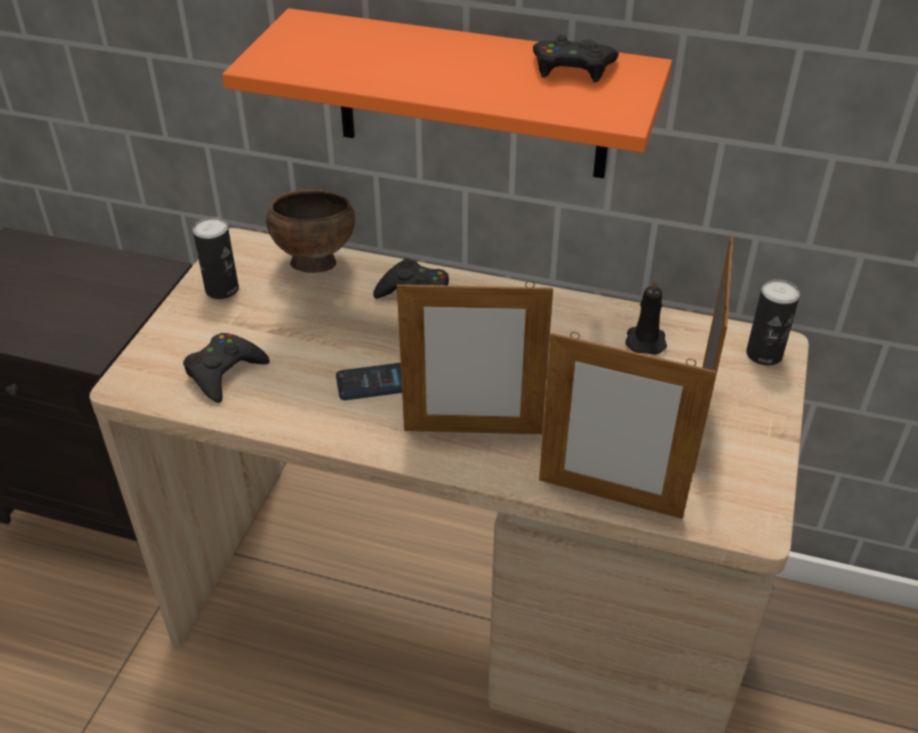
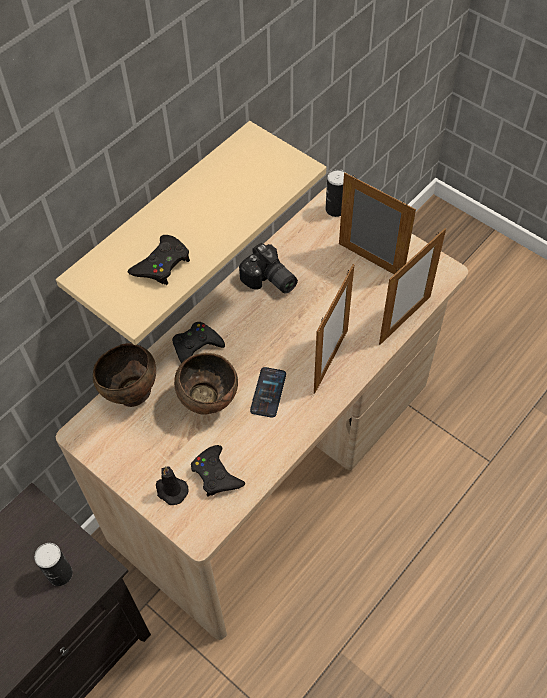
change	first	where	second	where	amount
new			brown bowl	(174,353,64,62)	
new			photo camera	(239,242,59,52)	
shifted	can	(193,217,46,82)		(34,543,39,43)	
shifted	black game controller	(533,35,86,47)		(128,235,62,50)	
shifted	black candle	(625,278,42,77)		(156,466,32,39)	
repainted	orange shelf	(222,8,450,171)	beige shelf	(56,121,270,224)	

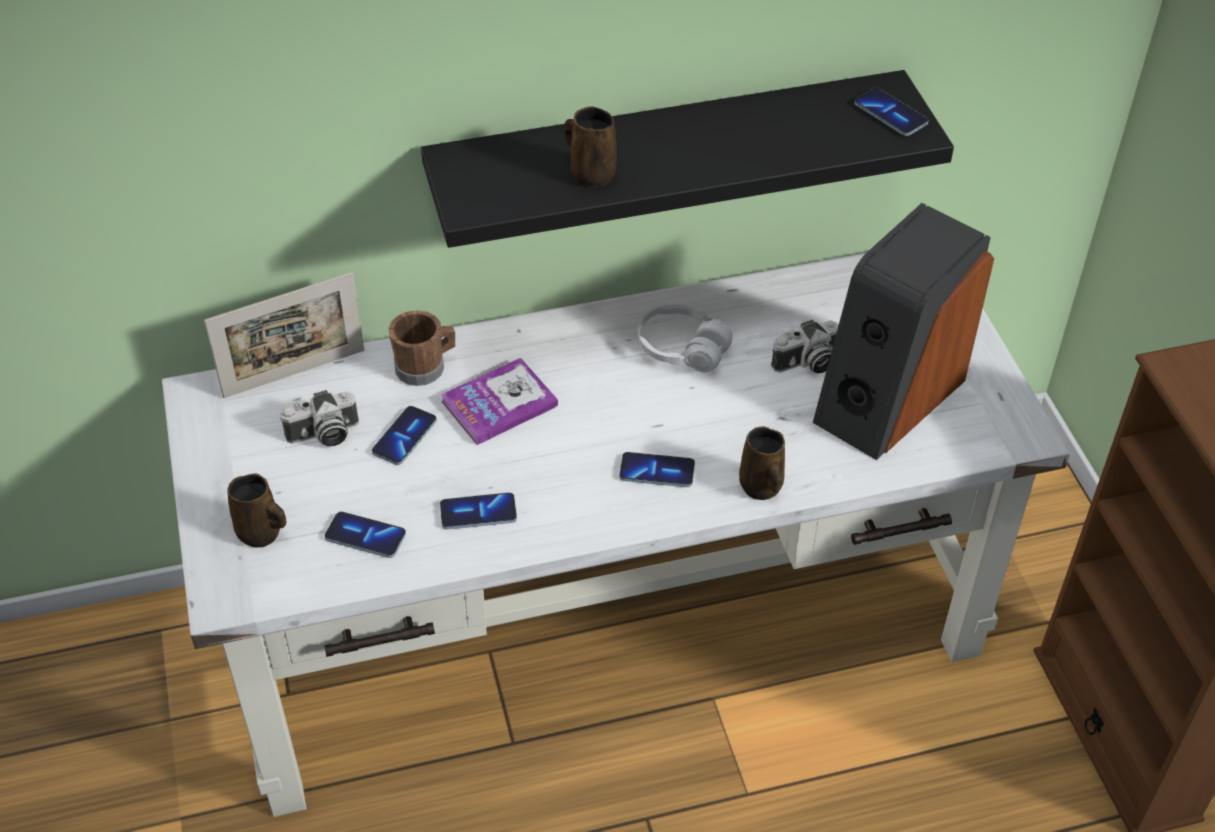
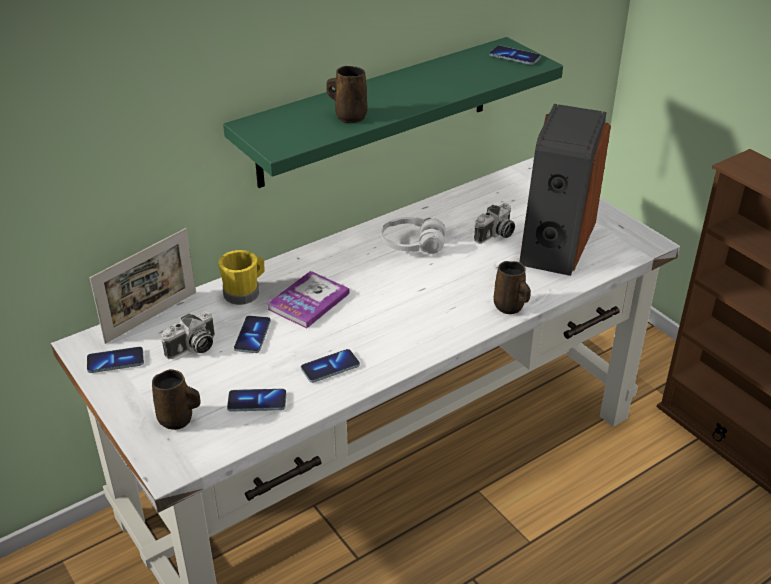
change	first	where	second	where	amount
shifted	phone	(619,452,76,35)		(87,347,57,26)	
repainted	brown mug	(389,311,66,75)	yellow mug	(219,250,46,55)	
repainted	black shelf	(421,70,533,178)	green shelf	(223,37,340,151)	

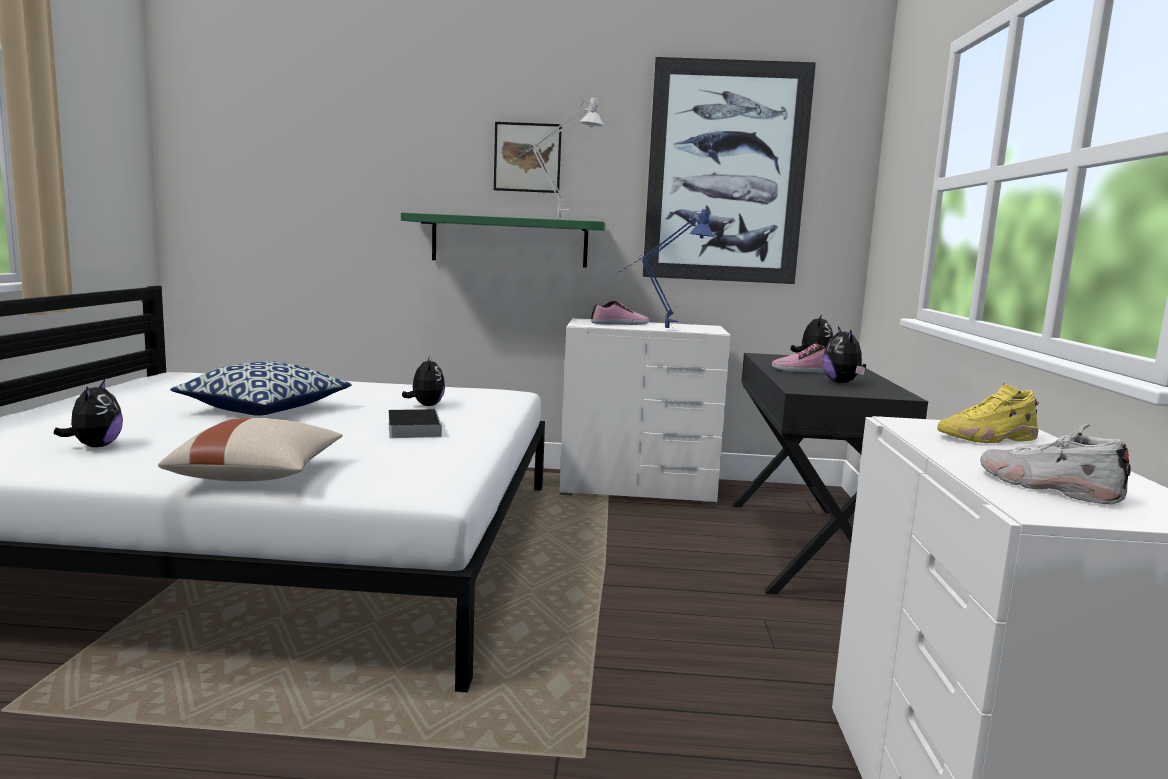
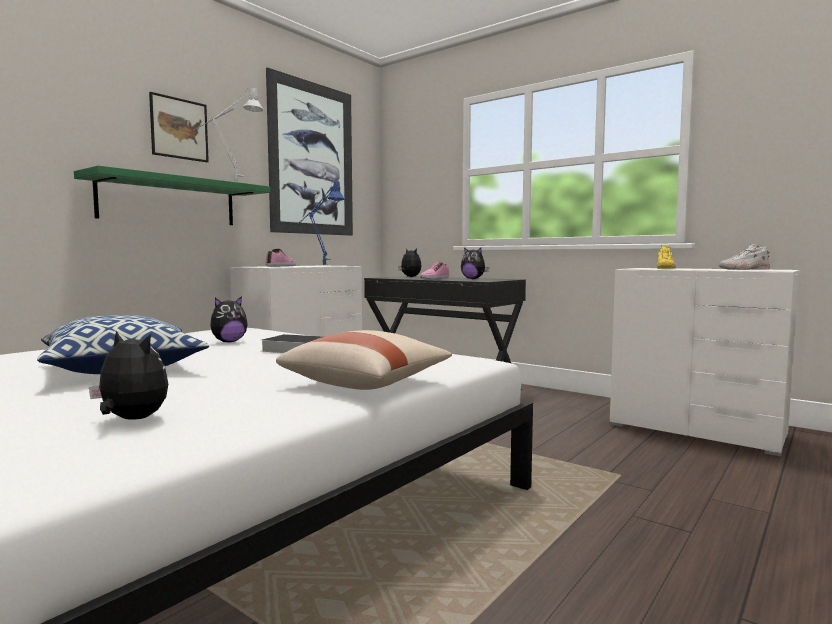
change	first	where	second	where	amount
rotated	plush toy	(402,356,43,50)		(210,296,38,46)	120 degrees clockwise

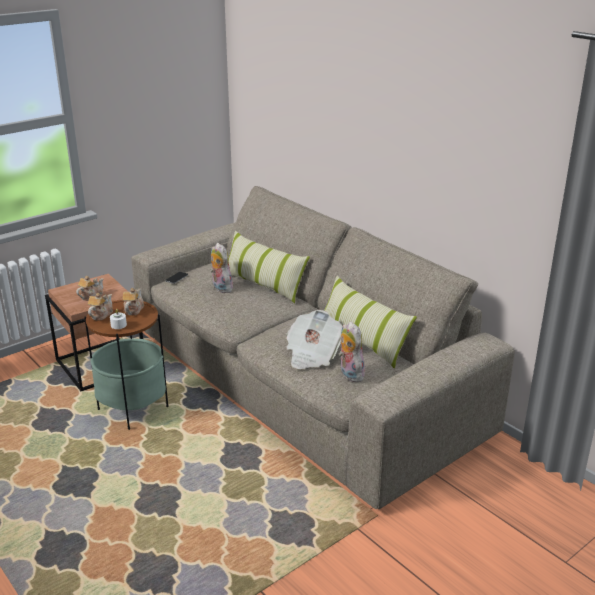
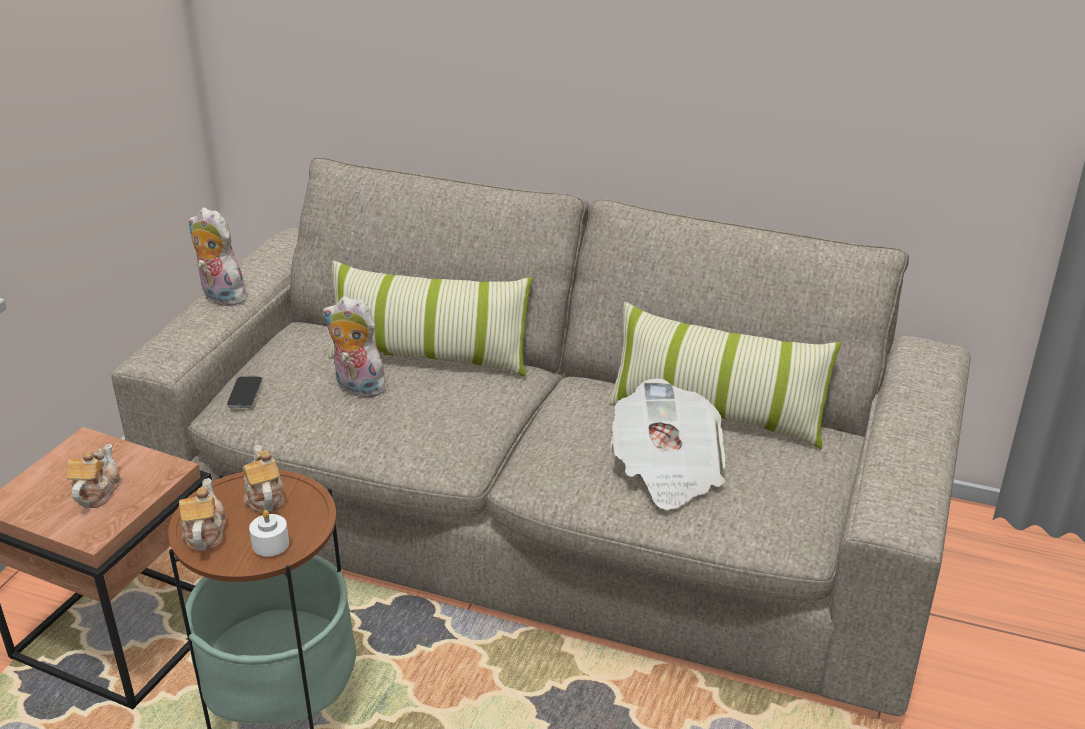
change	first	where	second	where	amount
shifted	plush toy	(339,321,26,61)		(189,207,57,99)	

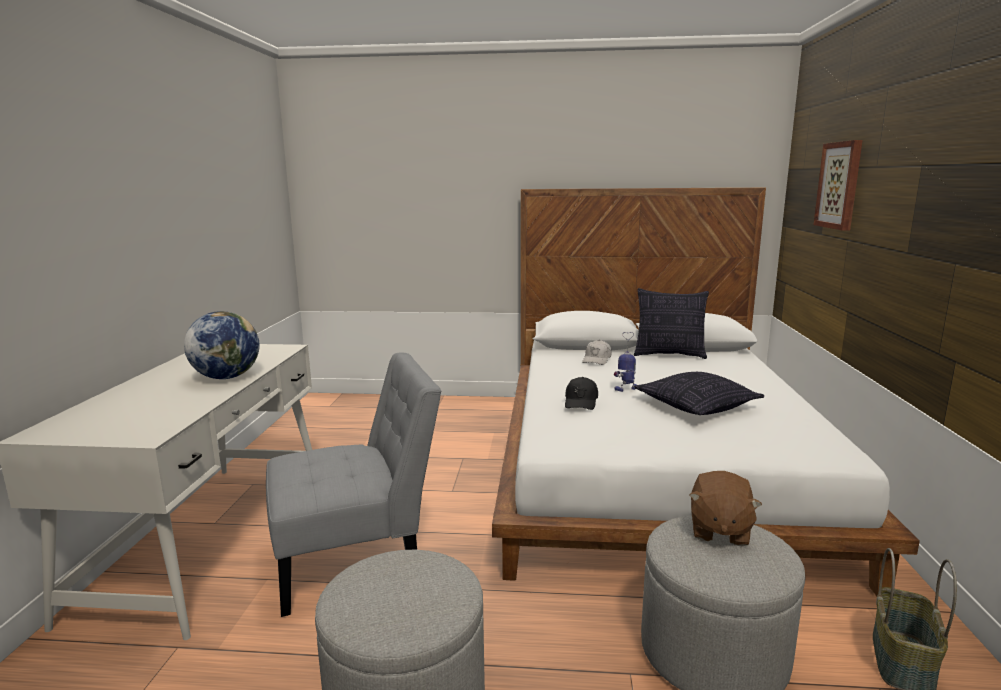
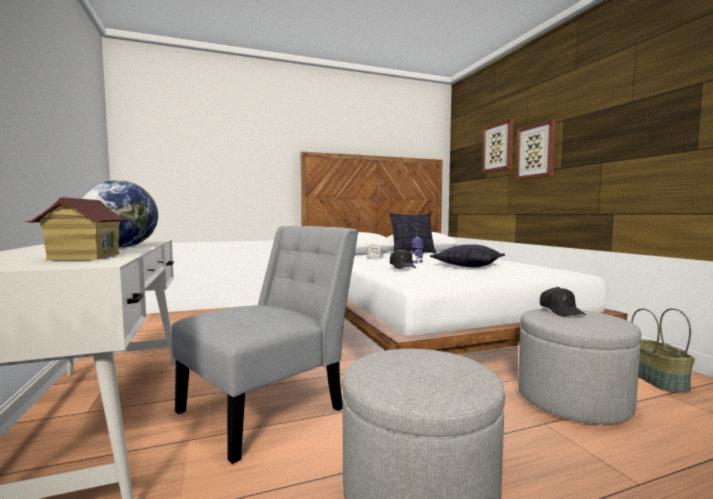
change	first	where	second	where	amount
new			toy house	(25,197,104,63)	
new			picture	(515,119,41,61)	
swapped	brown plush toy	(689,471,73,75)	black cap	(540,287,46,29)	

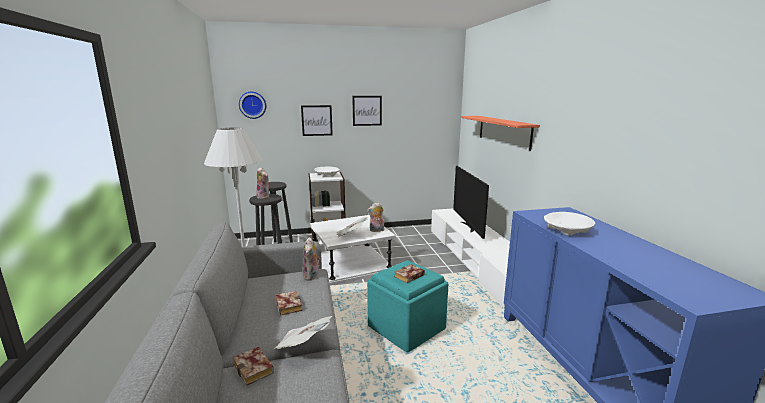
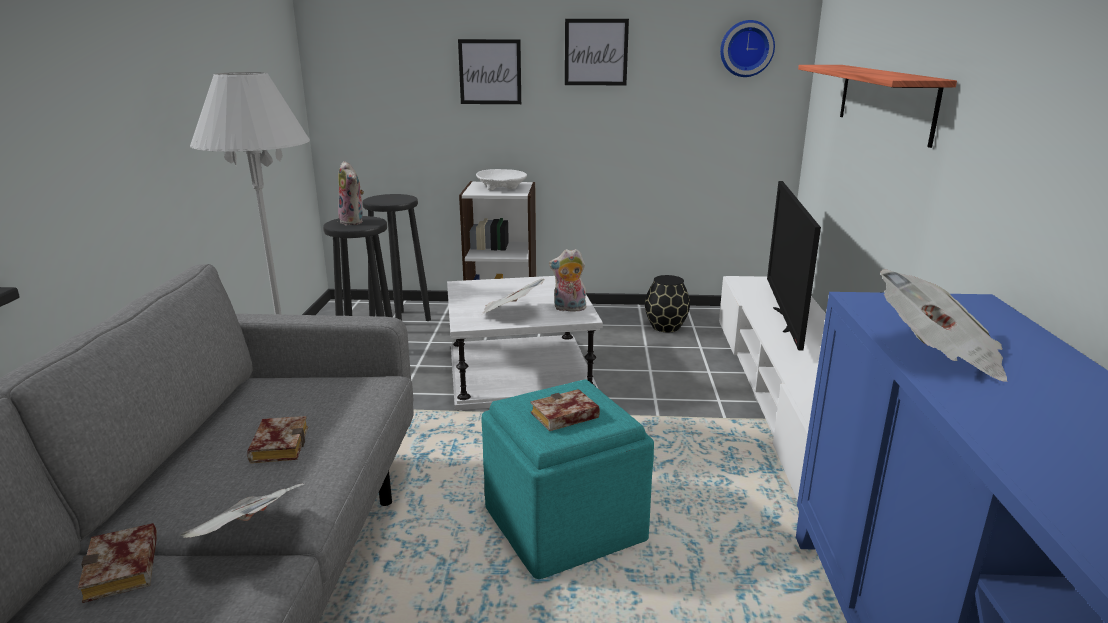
change	first	where	second	where	amount
gone	plush toy	(302,237,18,44)			
new			black vase	(645,275,45,57)	
shifted	wall clock	(239,92,27,27)		(720,20,55,57)	
swapped	white bowl	(544,212,51,23)	newspaper	(880,269,128,113)	

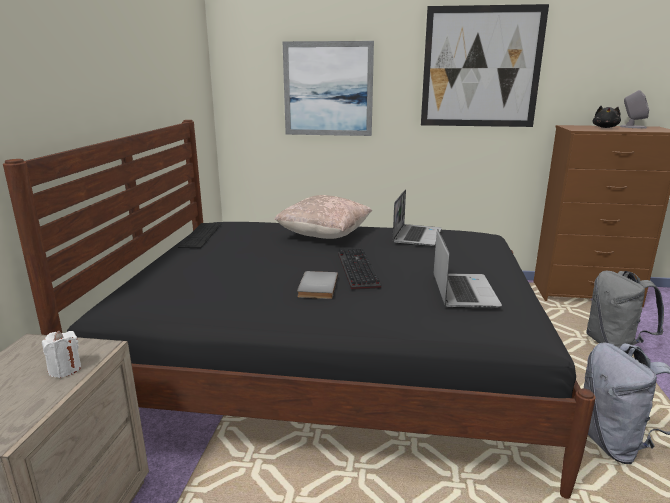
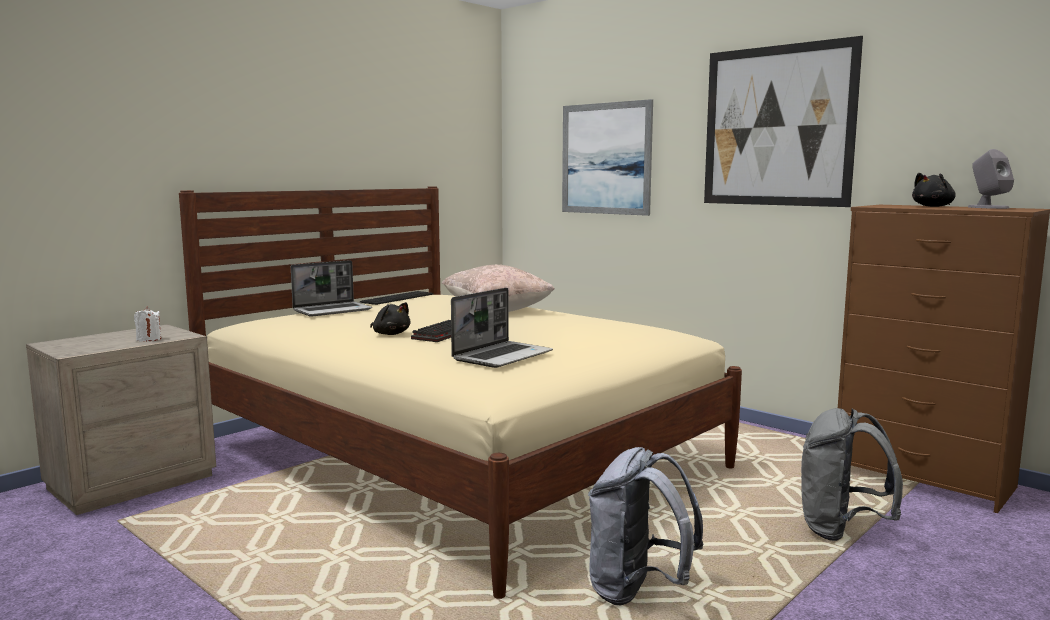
change	first	where	second	where	amount
shifted	laptop	(393,189,49,58)		(291,260,81,57)	
swapped	grey book	(297,271,41,28)	black plush toy	(370,302,41,33)	
repainted	black bed	(3,120,593,379)	beige bed	(179,186,563,413)	

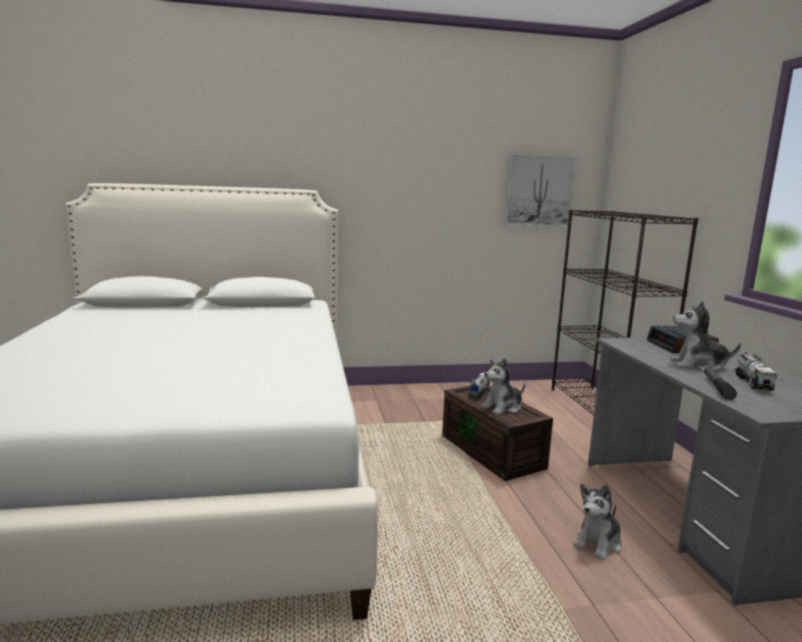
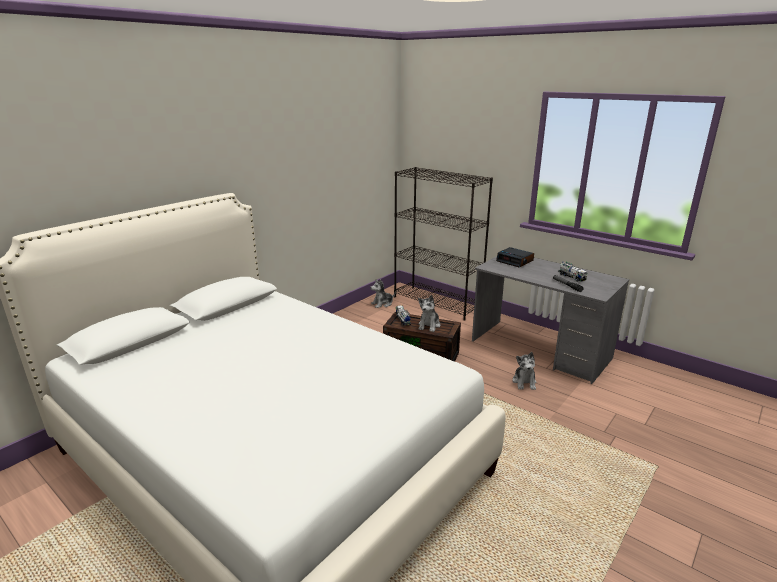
change	first	where	second	where	amount
gone	picture	(504,154,73,73)			
shifted	plush toy	(670,301,71,71)		(370,279,26,29)	

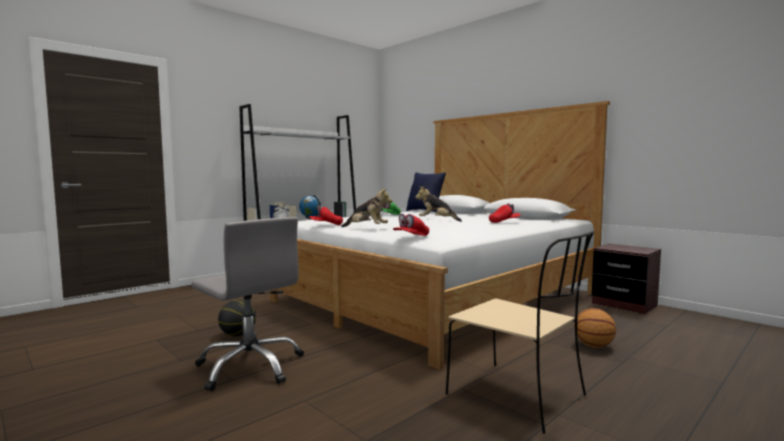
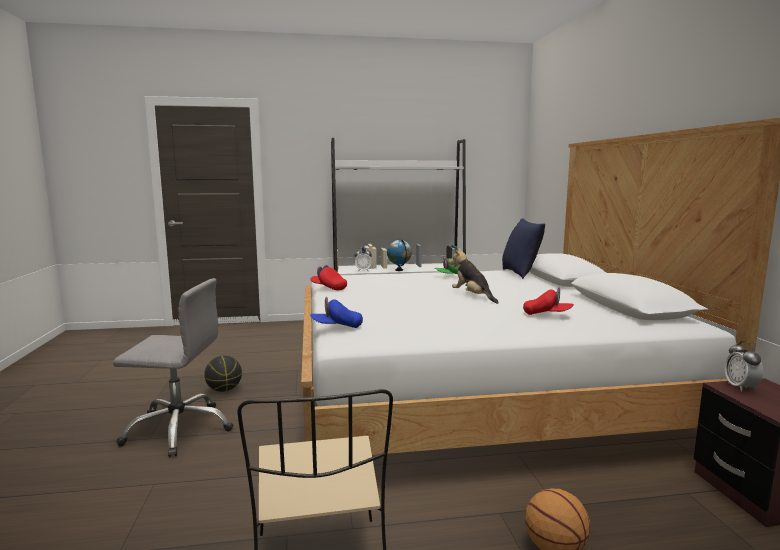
change	first	where	second	where	amount
gone	plush toy	(341,187,51,40)			
new			alarm clock	(725,341,38,50)	
repainted	red cap	(393,214,36,22)	blue cap	(310,297,53,31)	
rotated	grey office chair	(192,217,112,174)		(113,278,121,179)	75 degrees counterclockwise

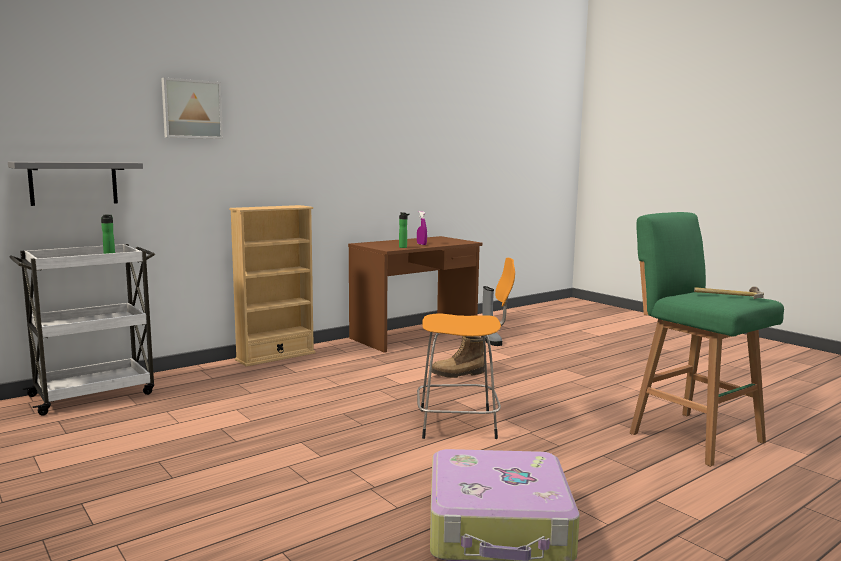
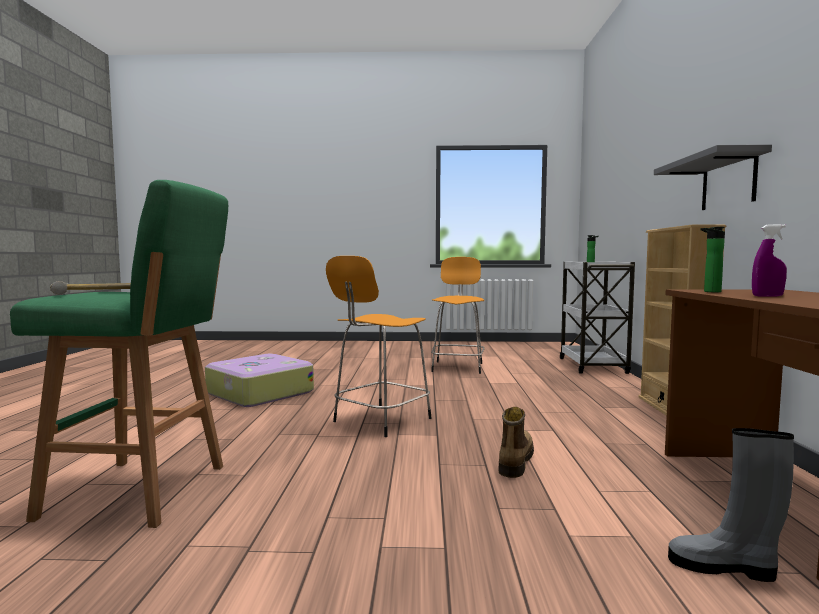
change	first	where	second	where	amount
gone	picture	(161,78,62,61)			
new			orange stool	(431,257,54,117)	
shifted	grey shelf	(8,162,135,44)		(654,144,118,66)	

